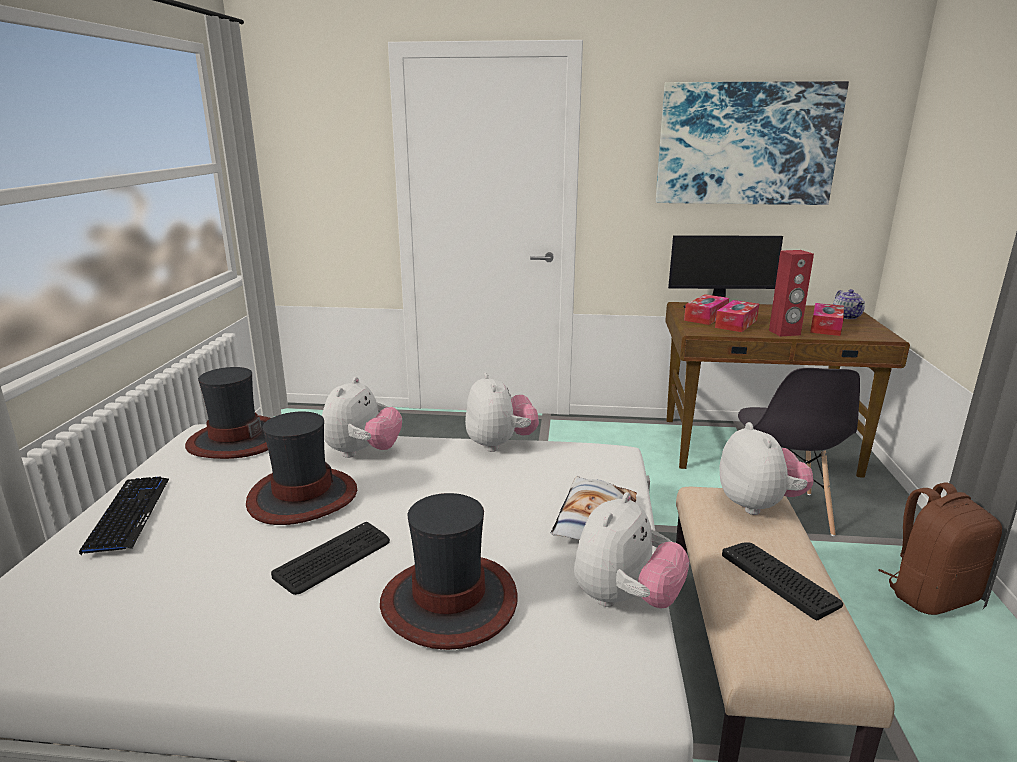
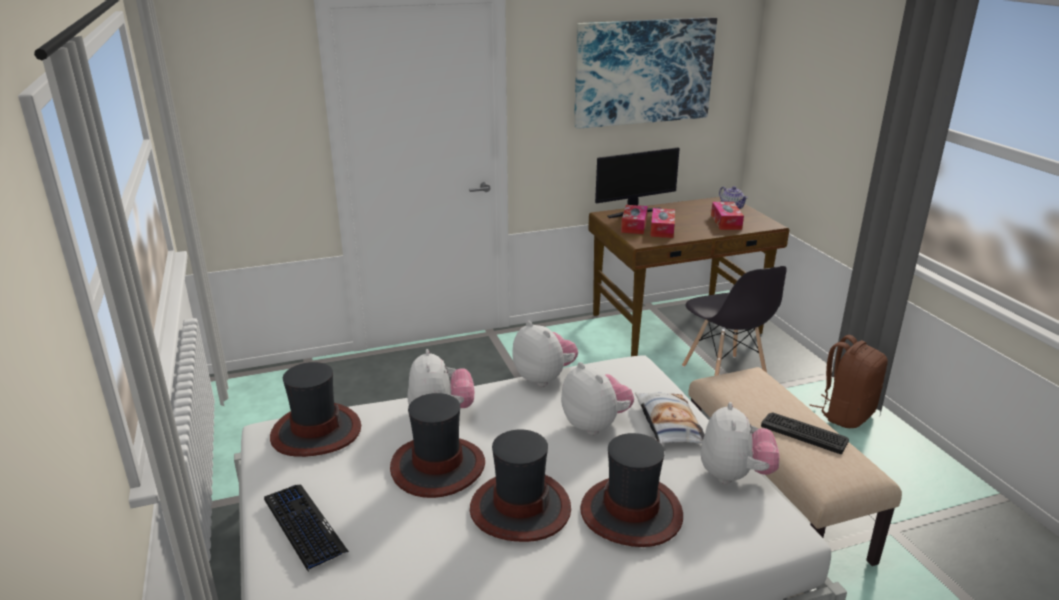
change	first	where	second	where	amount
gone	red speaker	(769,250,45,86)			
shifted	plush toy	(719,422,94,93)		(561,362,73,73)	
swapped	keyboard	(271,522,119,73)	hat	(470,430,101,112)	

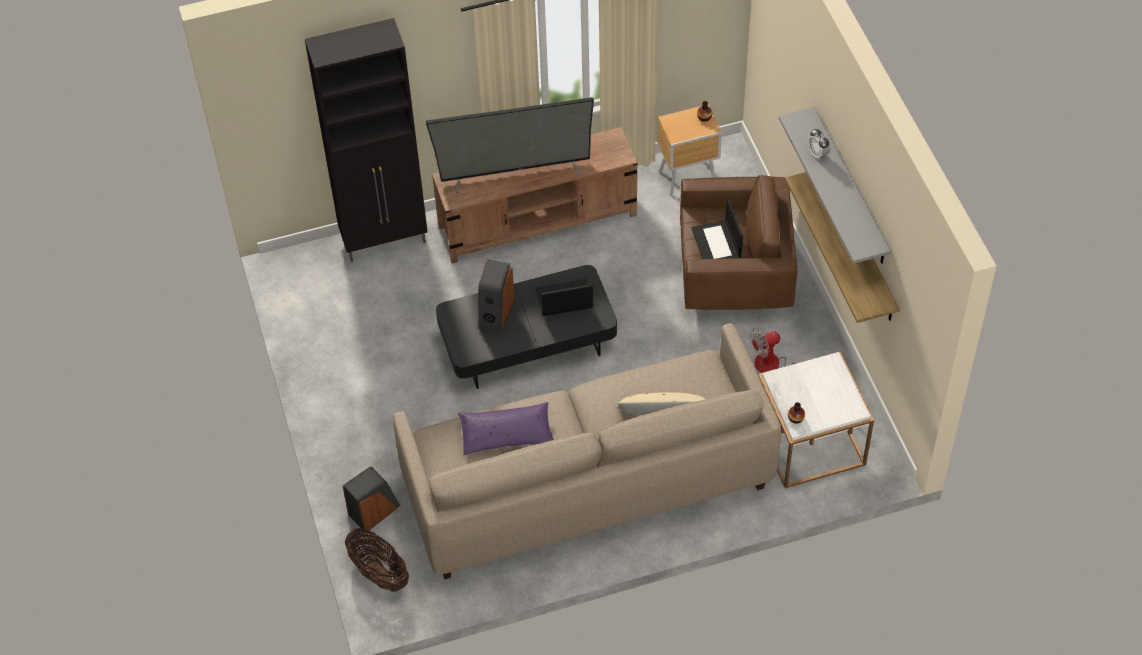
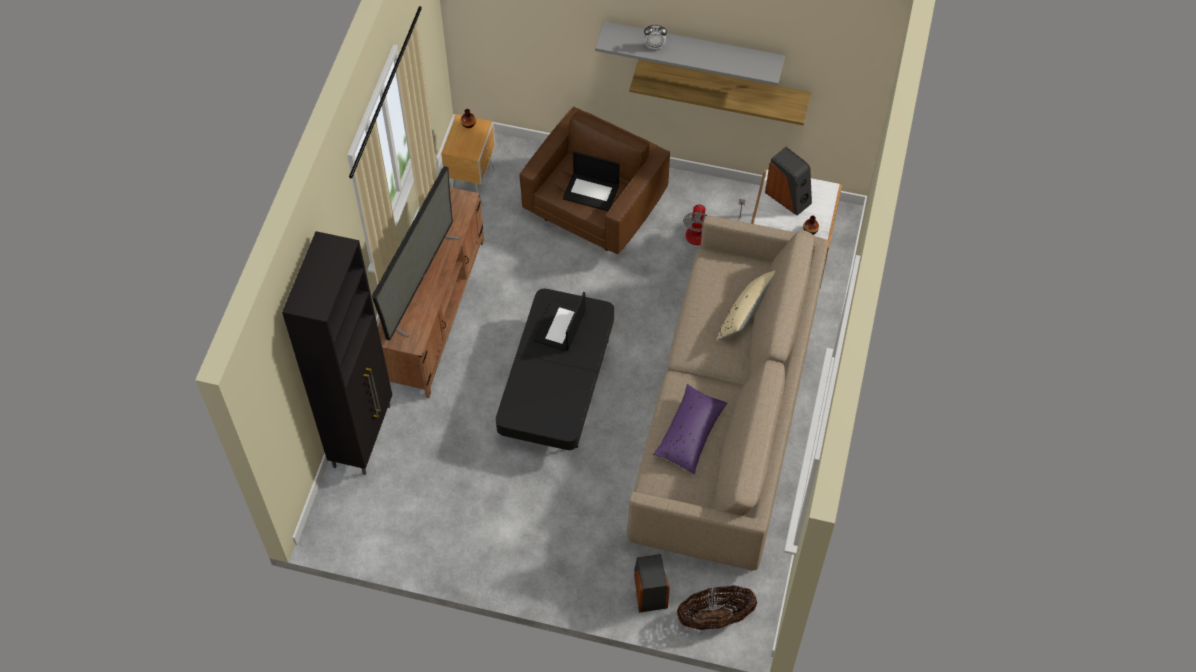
change	first	where	second	where	amount
shifted	speaker	(478,259,37,73)		(765,147,47,69)	

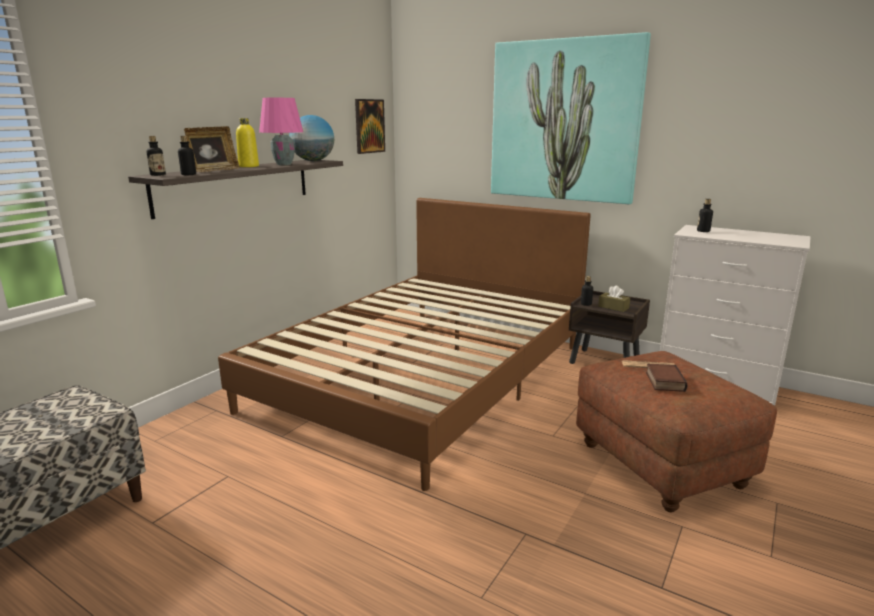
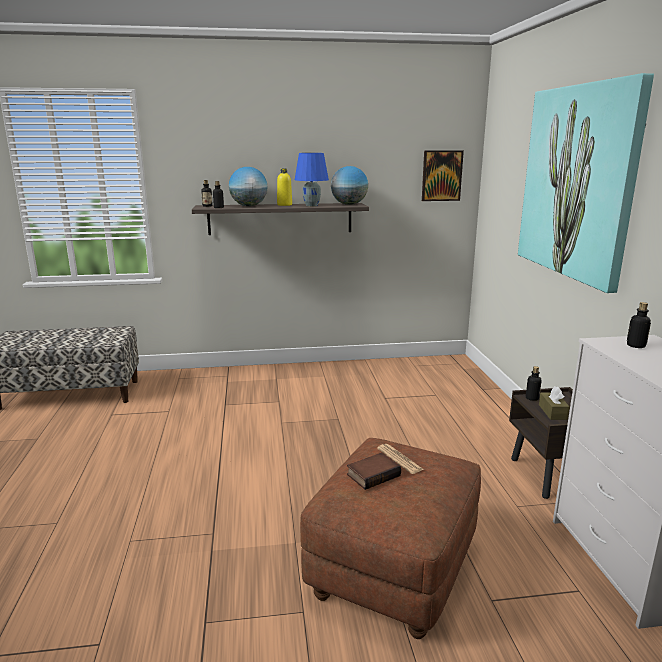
change	first	where	second	where	amount
gone	brown bed	(218,198,373,293)			
swapped	picture frame	(184,126,56,46)	globe	(229,167,39,39)	
repainted	pink table lamp	(259,98,44,67)	blue table lamp	(295,153,34,54)	

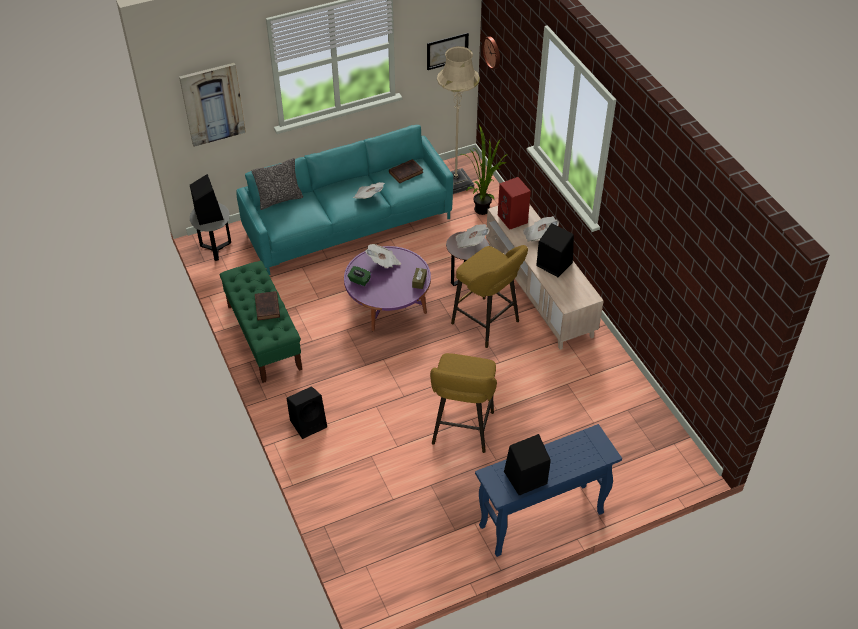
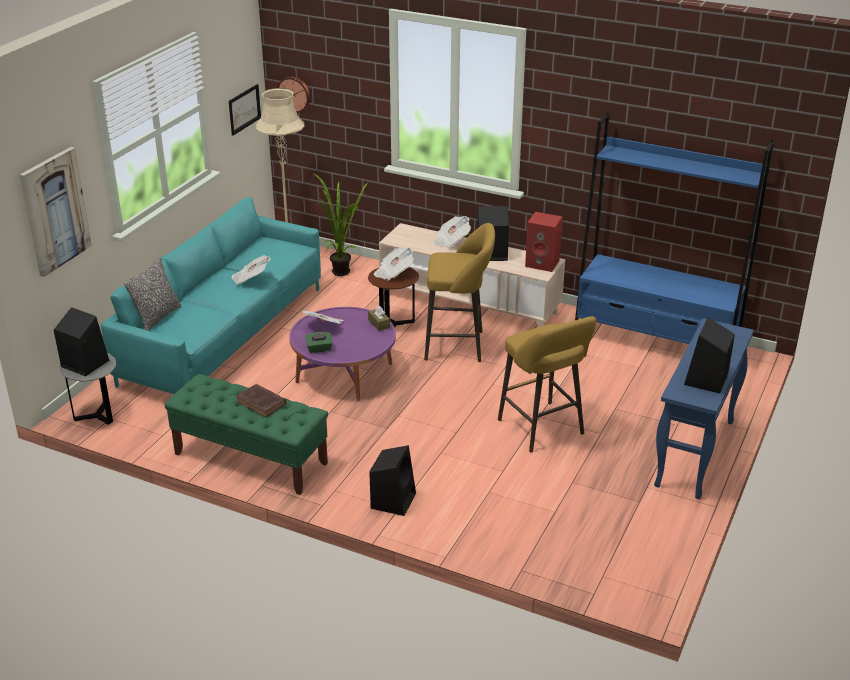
change	first	where	second	where	amount
gone	brown book	(389,159,34,24)			
new			blue bookcase	(575,112,199,232)	
shifted	red speaker	(498,177,33,53)		(525,212,37,60)	

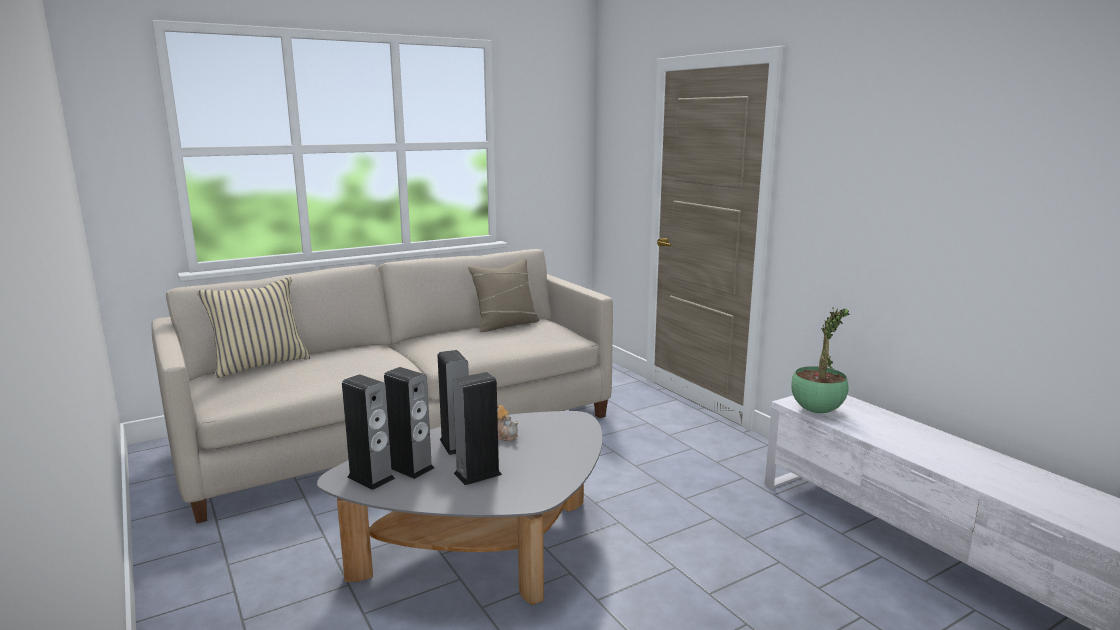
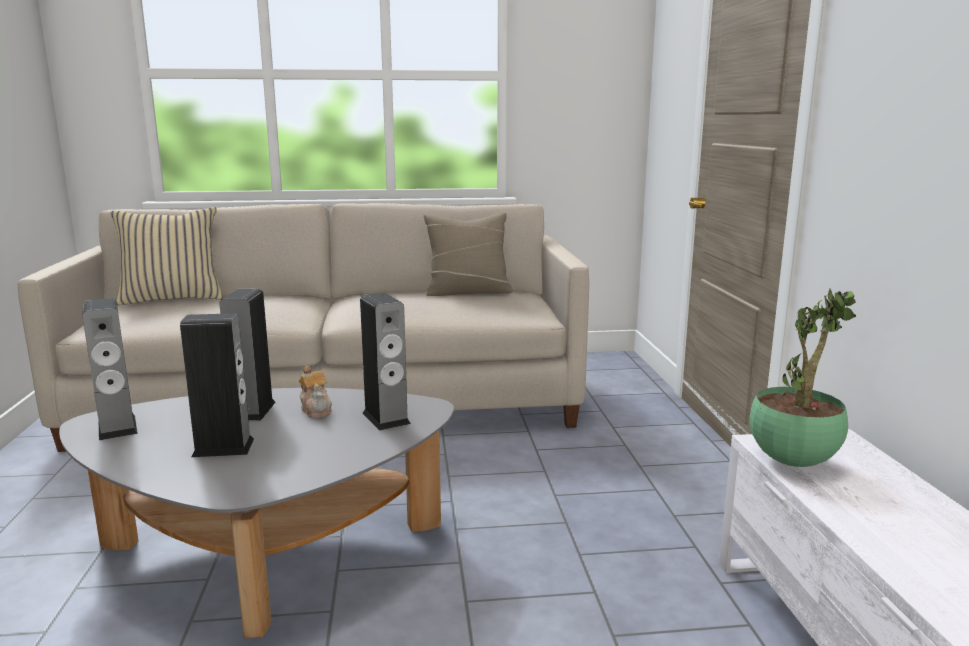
change	first	where	second	where	amount
shifted	speaker	(384,367,50,112)		(360,293,51,138)	

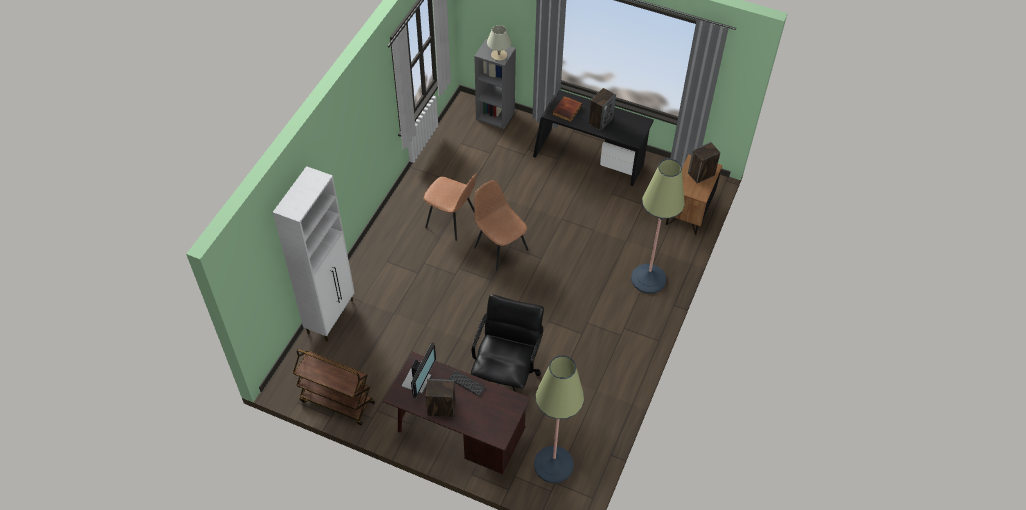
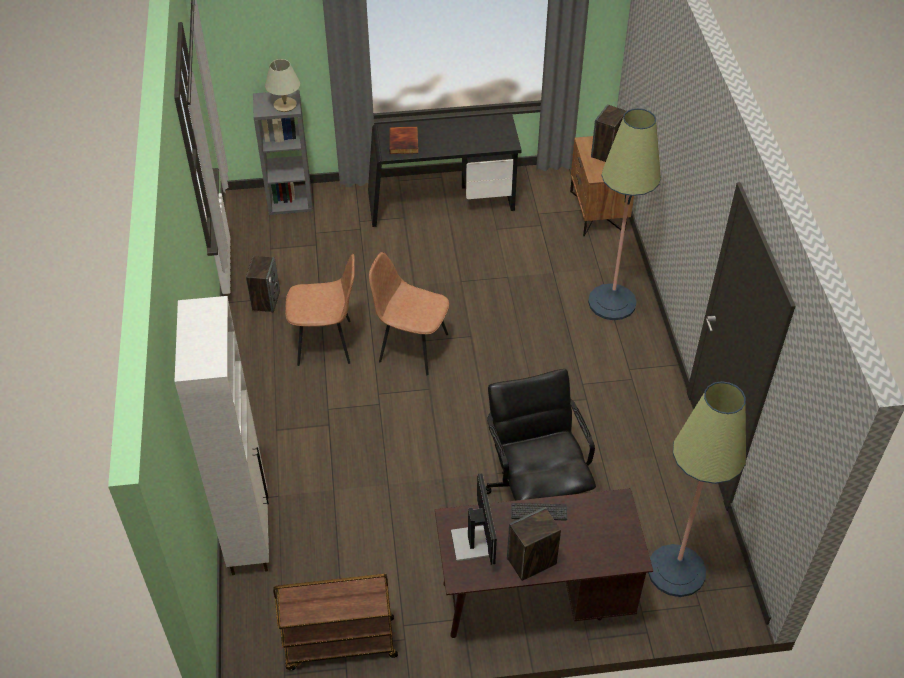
change	first	where	second	where	amount
shifted	speaker	(588,88,28,43)		(246,256,34,57)	

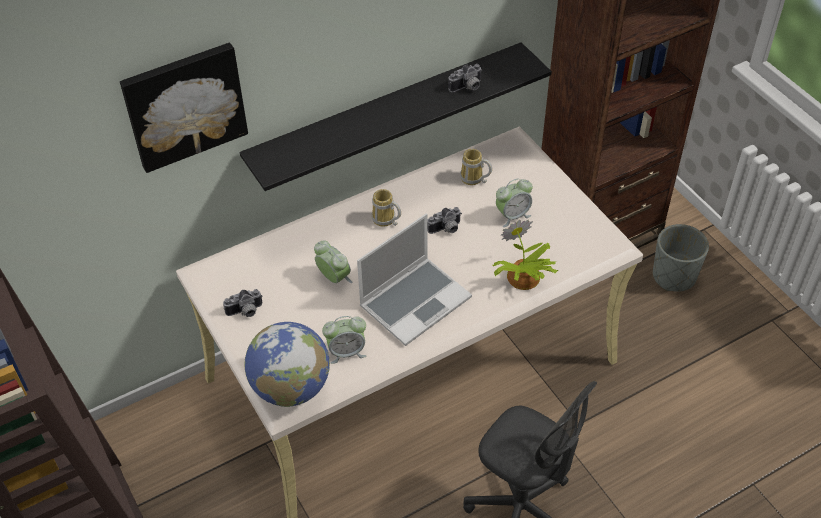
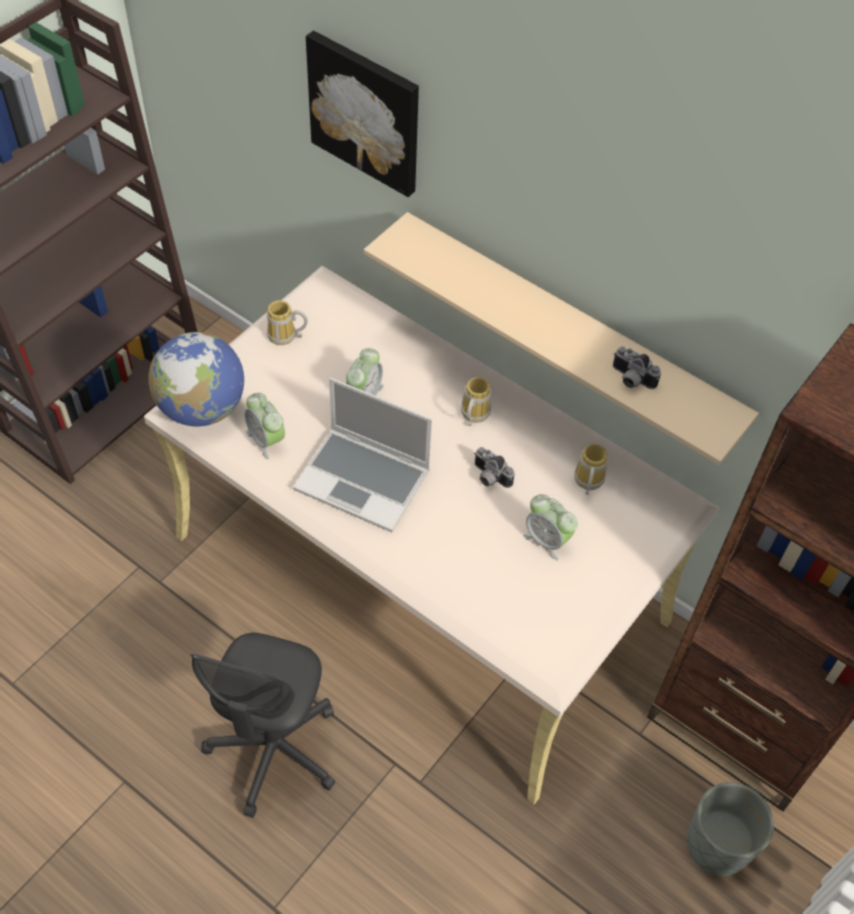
change	first	where	second	where	amount
gone	potted plant	(492,220,66,70)			
swapped	photo camera	(223,289,39,28)	mug	(267,300,41,45)	
repainted	black shelf	(240,42,312,149)	beige shelf	(364,212,395,253)	

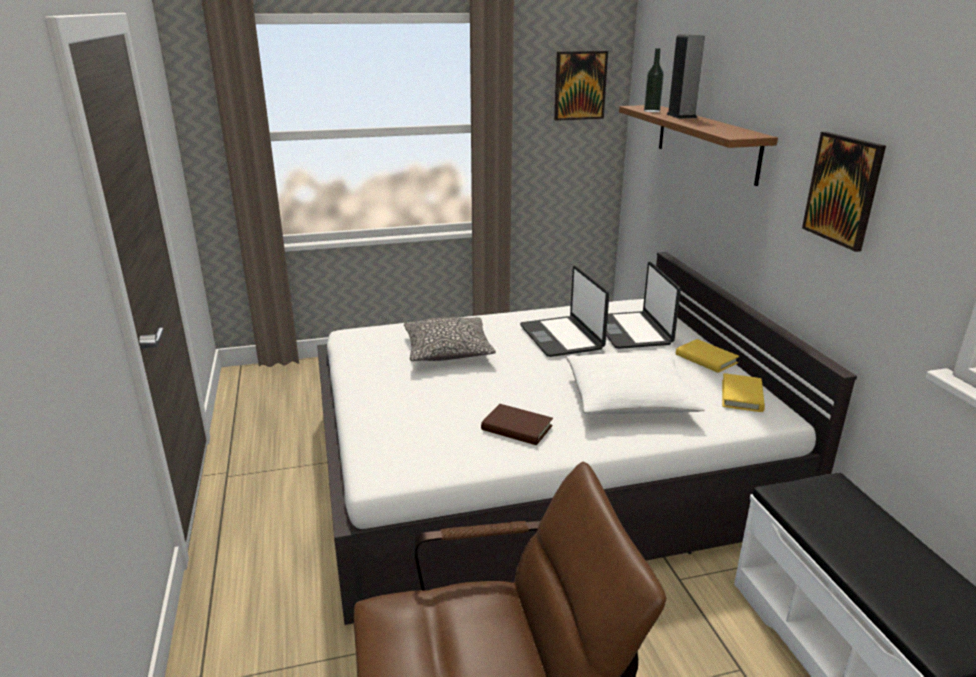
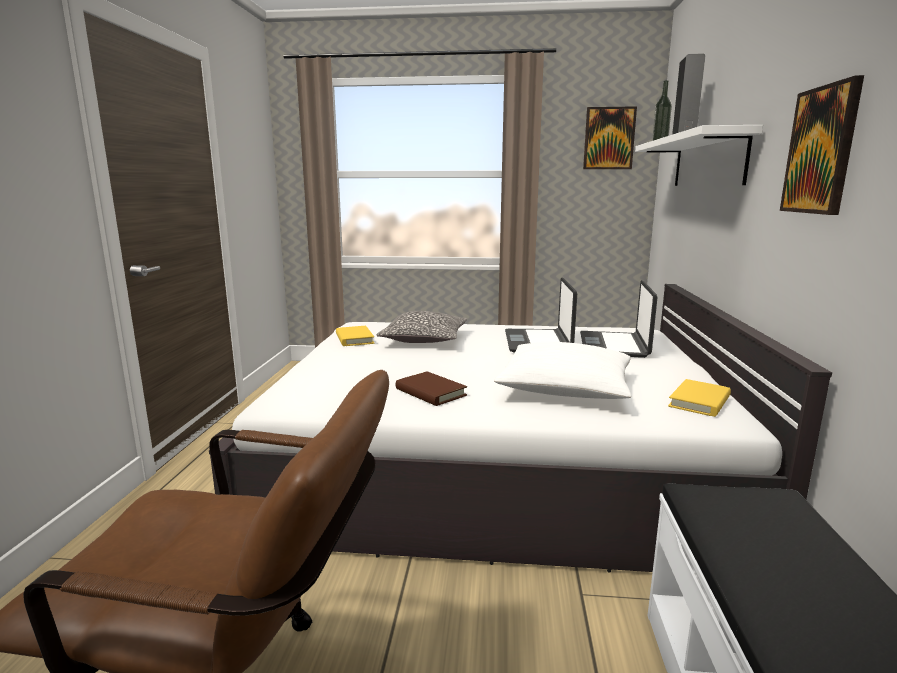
change	first	where	second	where	amount
shifted	yellow book	(676,339,63,34)		(336,326,39,20)	
repainted	brown shelf	(619,105,159,81)	white shelf	(635,125,128,61)	

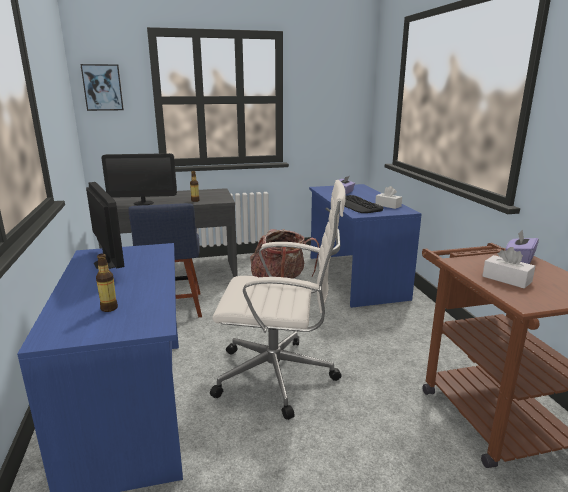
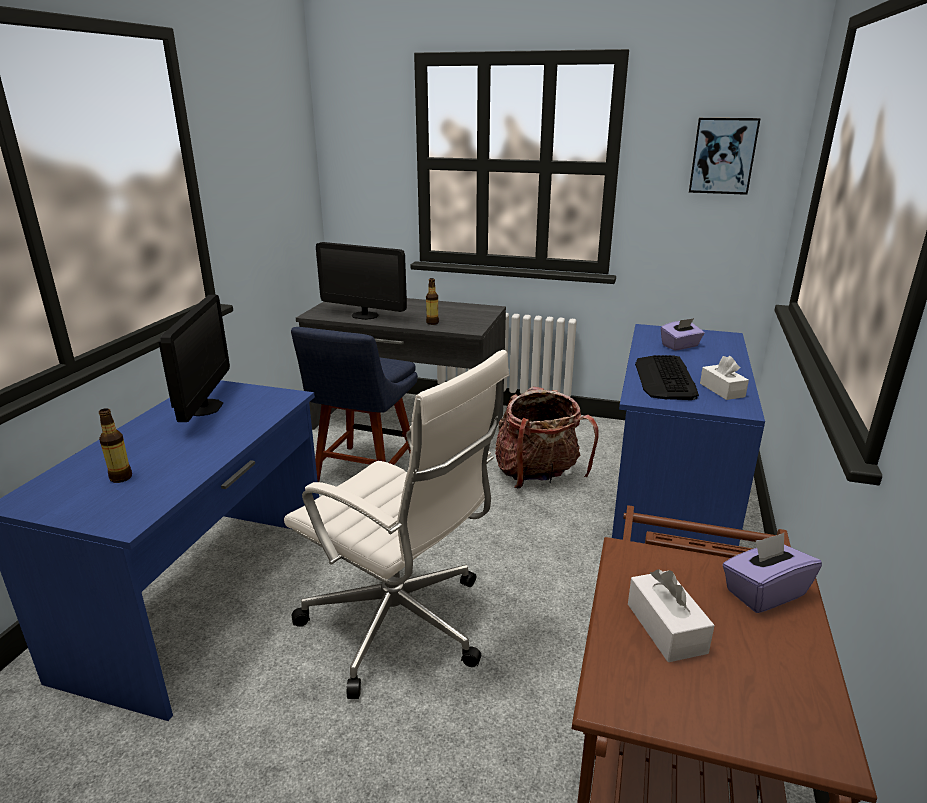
change	first	where	second	where	amount
shifted	picture	(80,64,44,47)		(689,118,72,77)	

